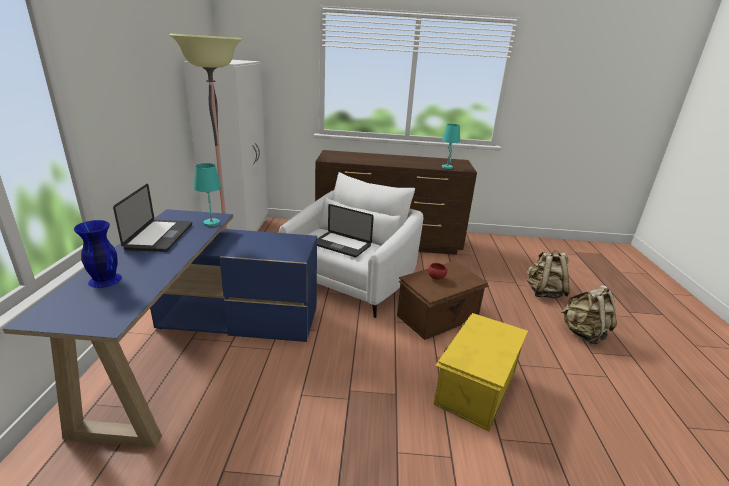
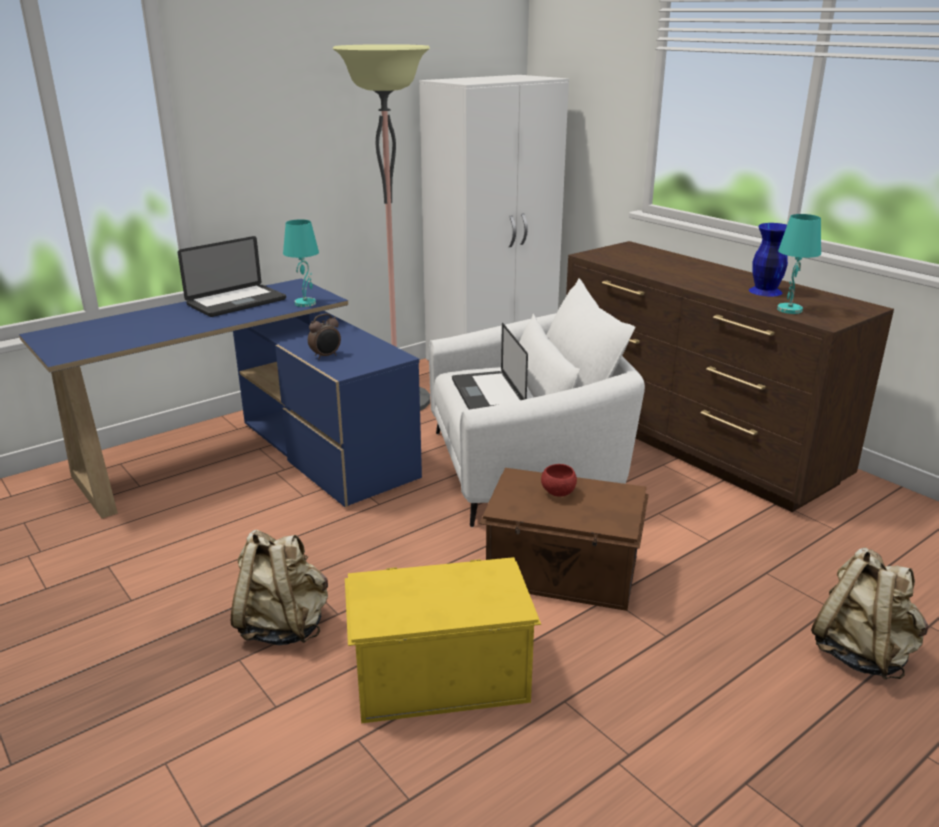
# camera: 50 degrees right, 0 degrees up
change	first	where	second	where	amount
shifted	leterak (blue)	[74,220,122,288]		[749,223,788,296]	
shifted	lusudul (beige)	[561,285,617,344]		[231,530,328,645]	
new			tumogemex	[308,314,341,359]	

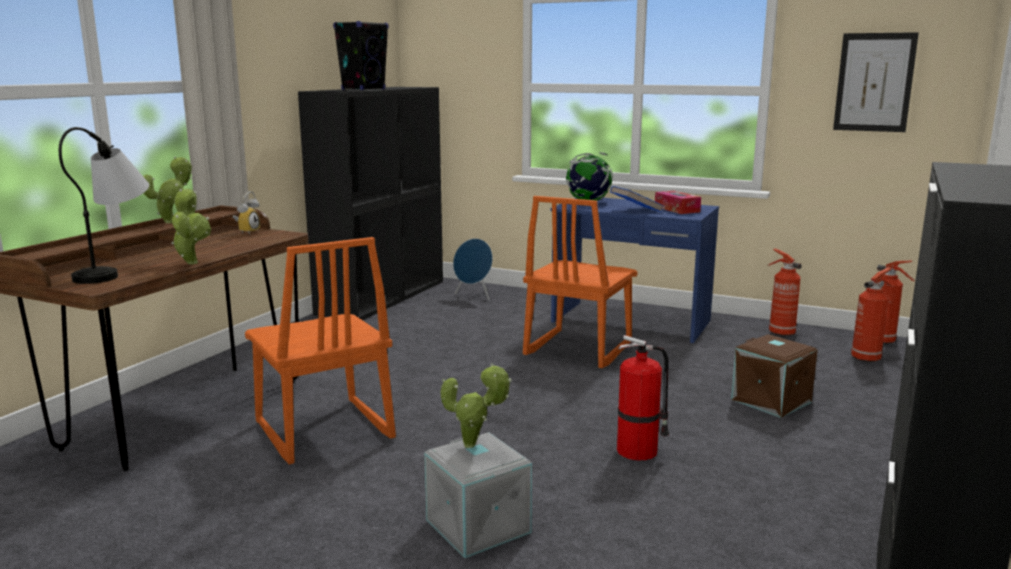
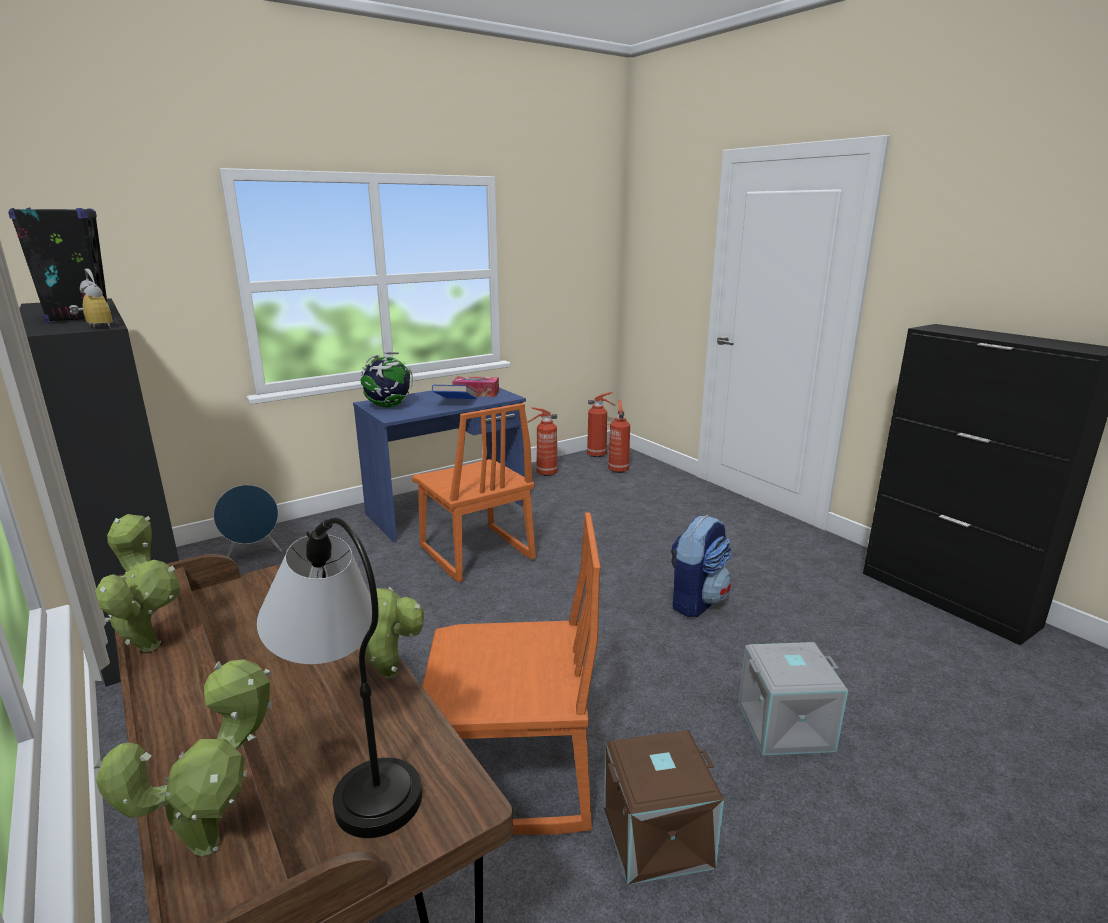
# camera: 60 degrees left, 5 degrees up
change	first	where	second	where	amount
shifted	tumogemex	[232,191,260,234]		[69,269,113,329]	
shifted	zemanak	[441,363,512,448]		[94,659,272,856]	
swapped	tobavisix	[617,335,669,460]	lusudul	[670,515,731,617]	
shifted	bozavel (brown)	[731,334,817,418]		[604,730,724,885]	
gone	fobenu	[833,32,919,132]			

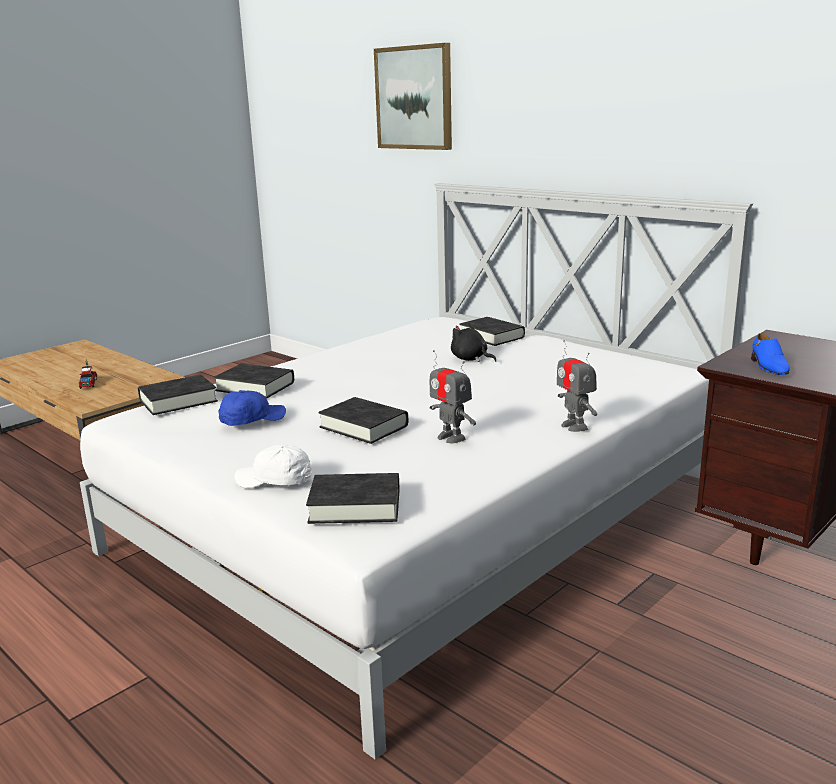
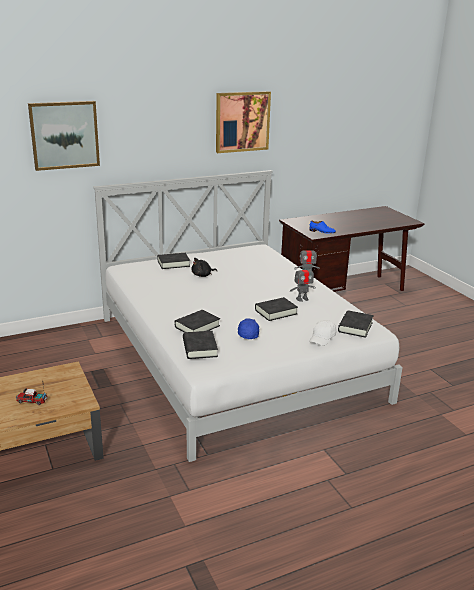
# camera: 70 degrees left, 5 degrees up
change	first	where	second	where	amount
new			fobenu	[216,91,271,153]	

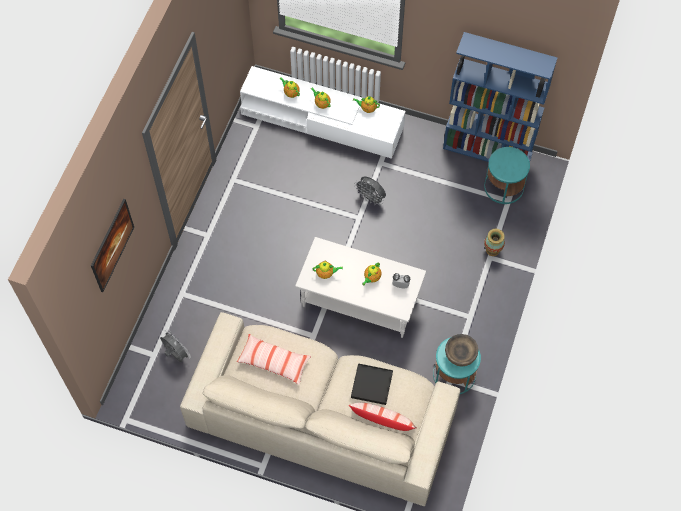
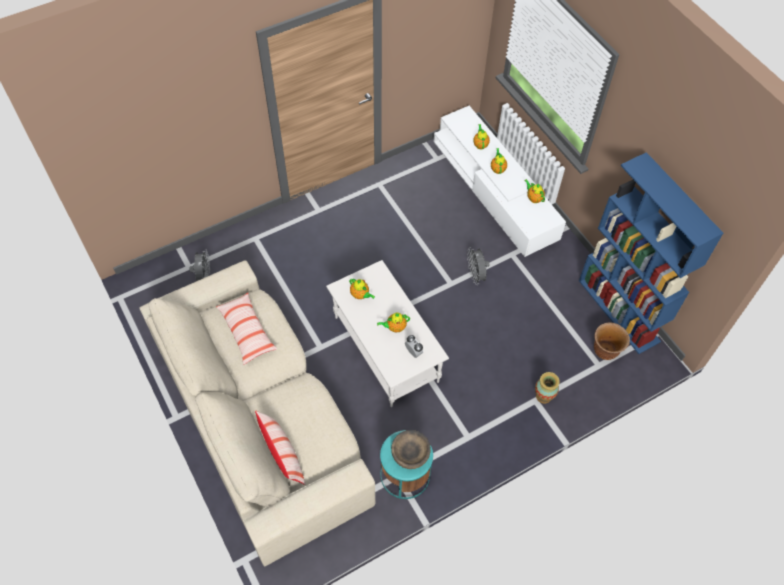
# camera: 40 degrees right, 5 degrees down
change	first	where	second	where	amount
gone	fobenu	[91,199,134,292]			
gone	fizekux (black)	[351,363,393,405]			
swapped	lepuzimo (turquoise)	[484,147,530,204]	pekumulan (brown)	[594,323,630,360]	

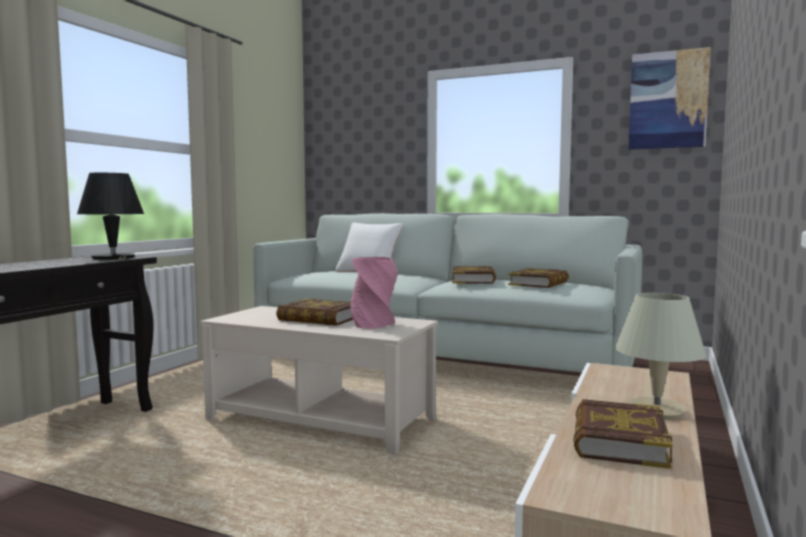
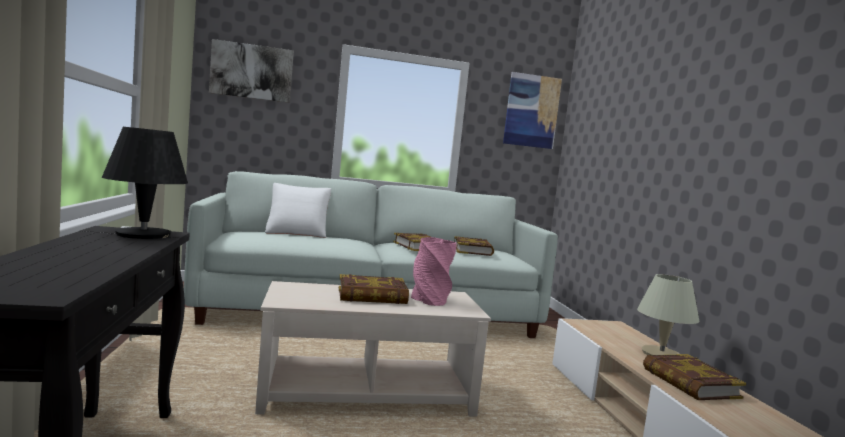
# camera: 35 degrees left, 0 degrees up
change	first	where	second	where	amount
new			fobenu	[209,39,294,103]	

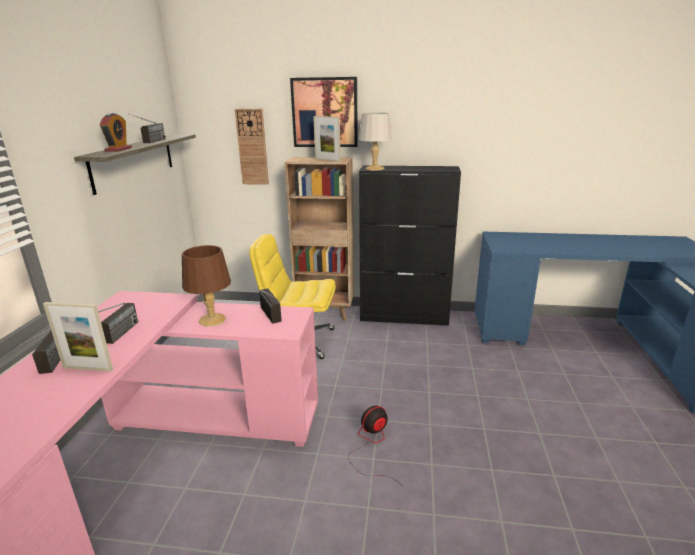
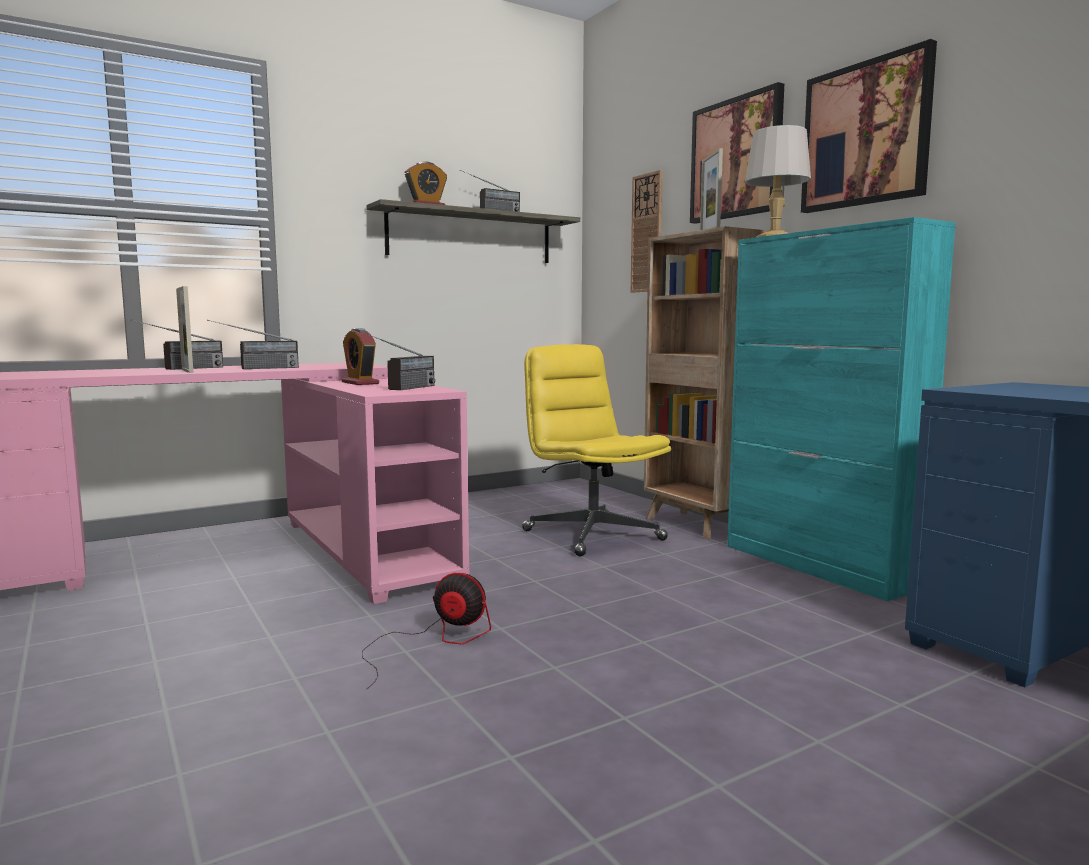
# camera: 50 degrees right, 15 degrees down
change	first	where	second	where	amount
swapped	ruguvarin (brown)	[182,245,231,327]	tumogemex	[342,328,379,385]	
repainted	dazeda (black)	[359,166,461,326]	dazeda (turquoise)	[727,217,956,601]	
new			fobenu	[801,39,937,213]	

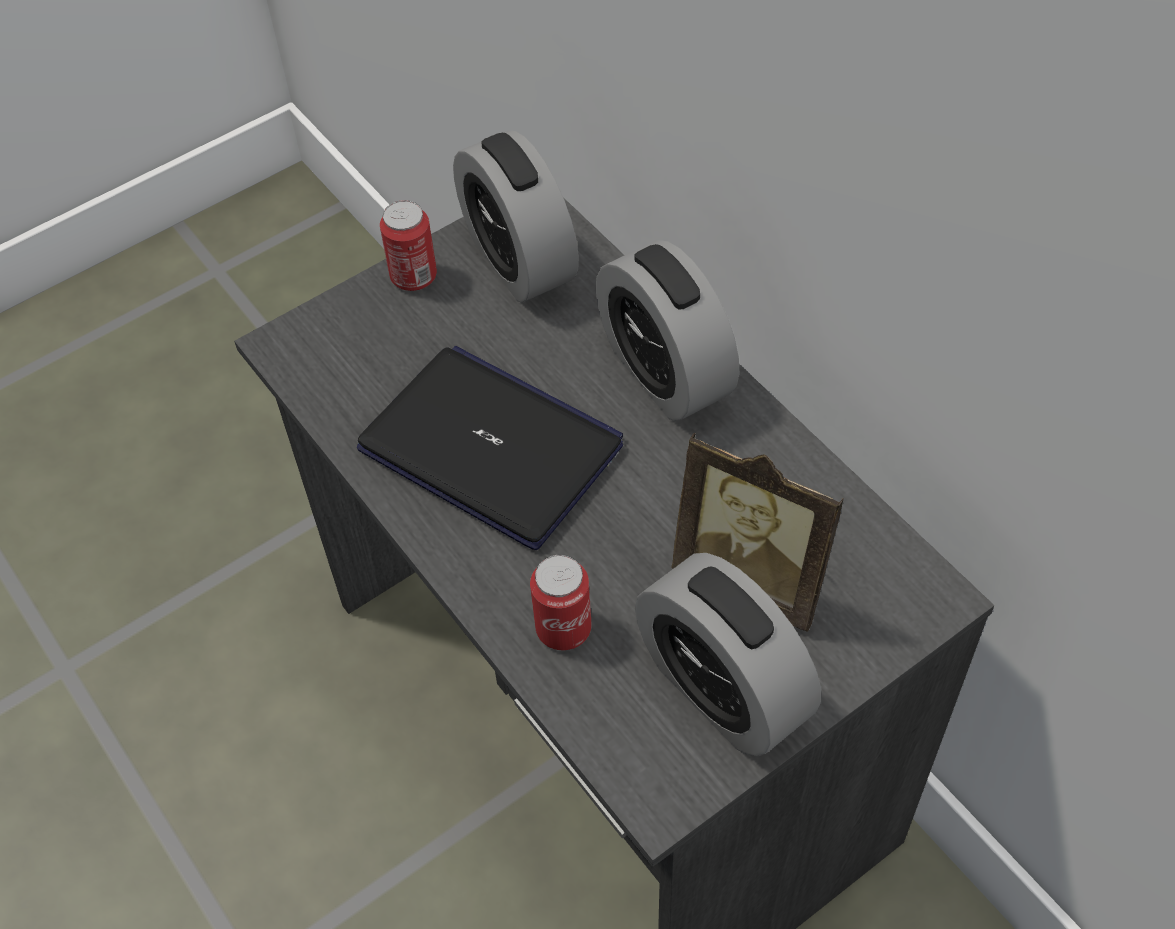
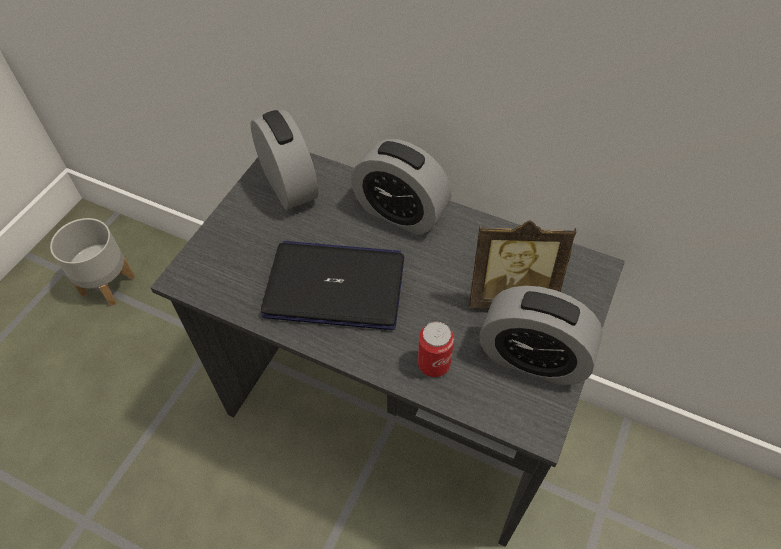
# camera: 30 degrees left, 0 degrees up
change	first	where	second	where	amount
gone	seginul	[380,200,437,291]			
rotated	tumogemex	[453,131,579,303]		[251,110,319,210]	150 degrees counterclockwise
new			pekumulan (grey)	[50,218,135,306]	

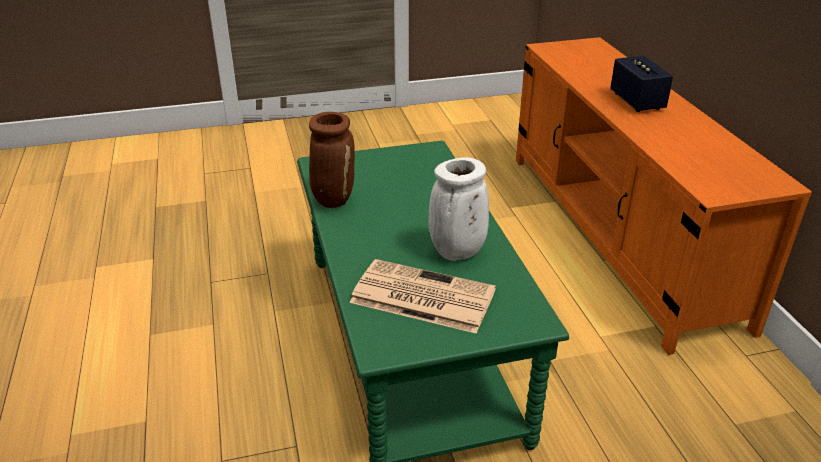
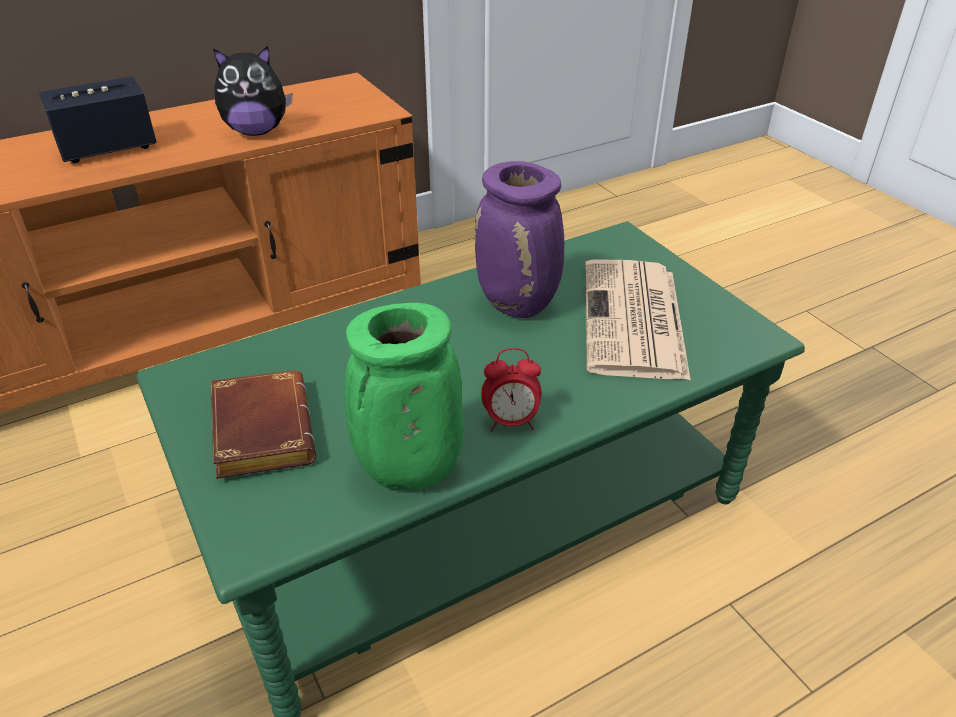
# camera: 105 degrees left, 5 degrees up
change	first	where	second	where	amount
repainted	leterak (brown)	[309,112,355,208]	leterak (green)	[344,303,464,490]	
repainted	leterak (white)	[429,157,489,261]	leterak (purple)	[475,161,564,318]	
new			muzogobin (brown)	[211,370,316,479]	
new			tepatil	[213,46,292,136]	
new			tumogemex	[481,348,541,431]	

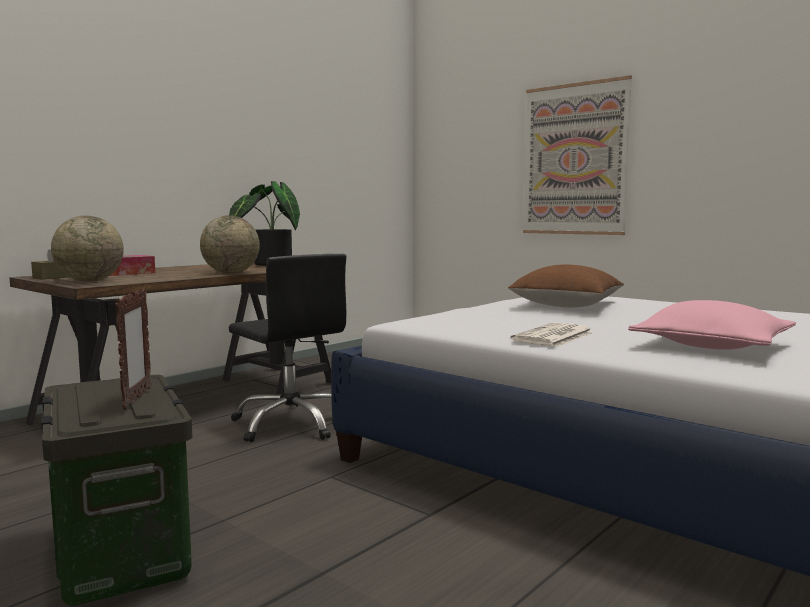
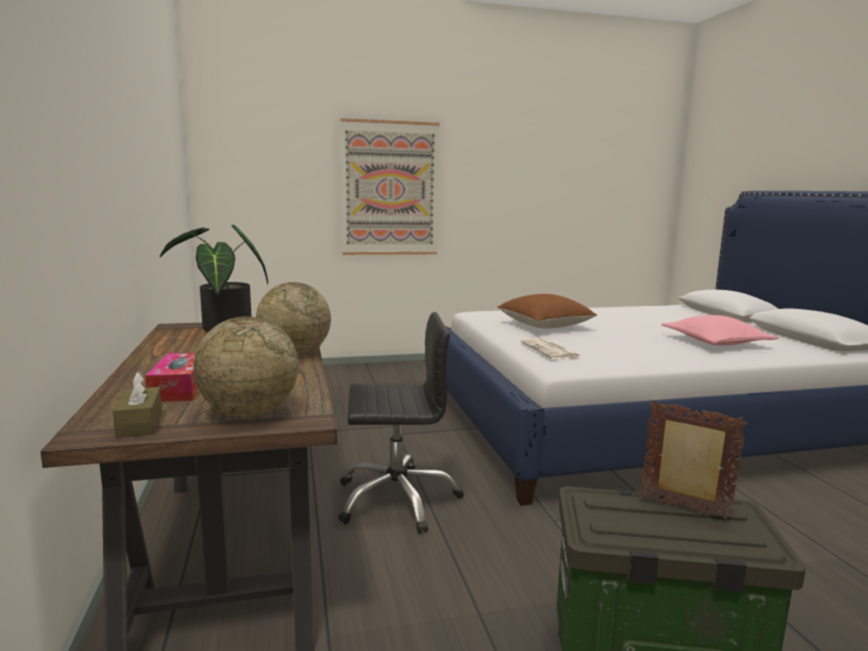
# camera: 55 degrees left, 5 degrees up
change	first	where	second	where	amount
shifted	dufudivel	[511,322,594,347]		[521,338,580,359]	

